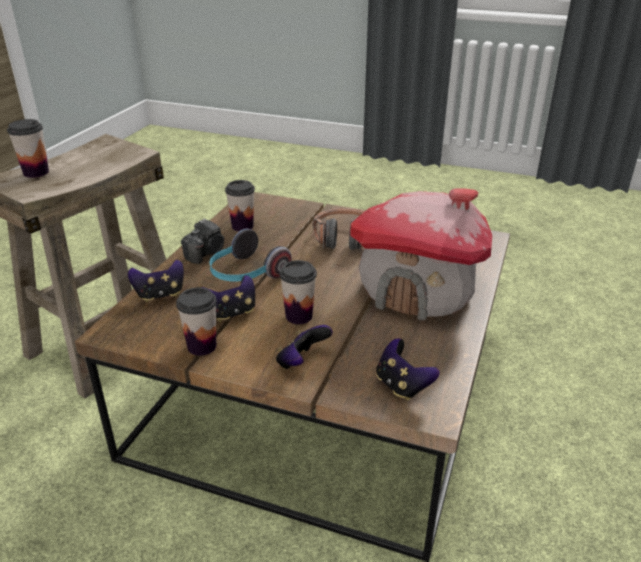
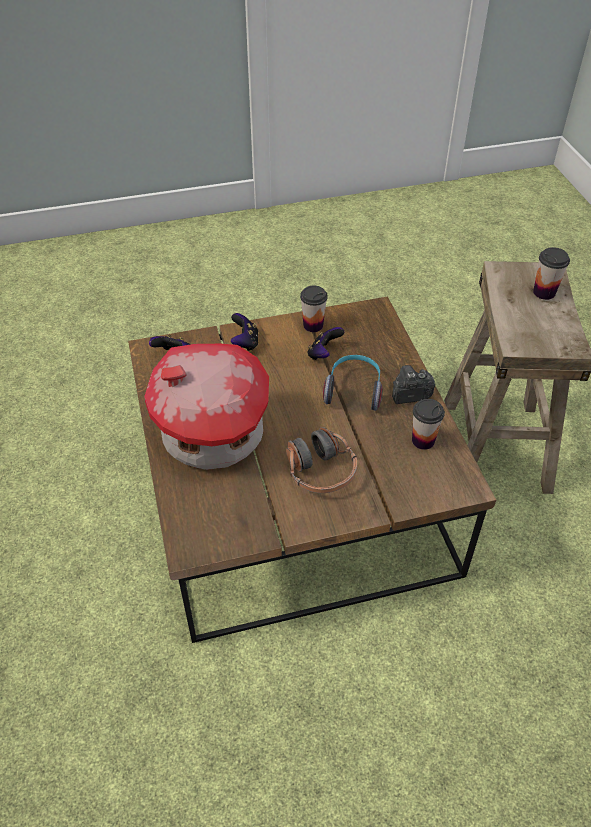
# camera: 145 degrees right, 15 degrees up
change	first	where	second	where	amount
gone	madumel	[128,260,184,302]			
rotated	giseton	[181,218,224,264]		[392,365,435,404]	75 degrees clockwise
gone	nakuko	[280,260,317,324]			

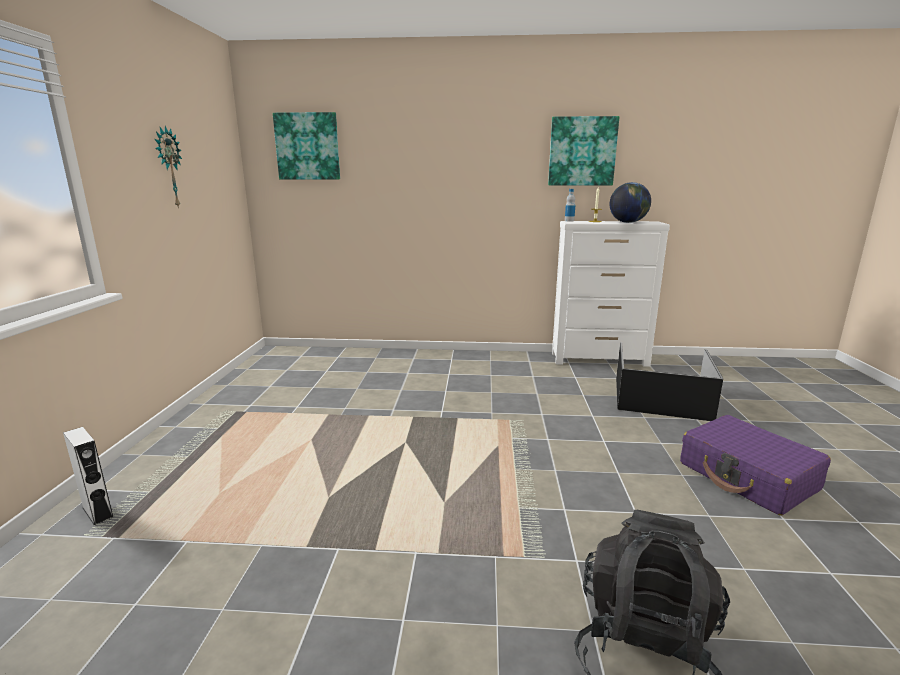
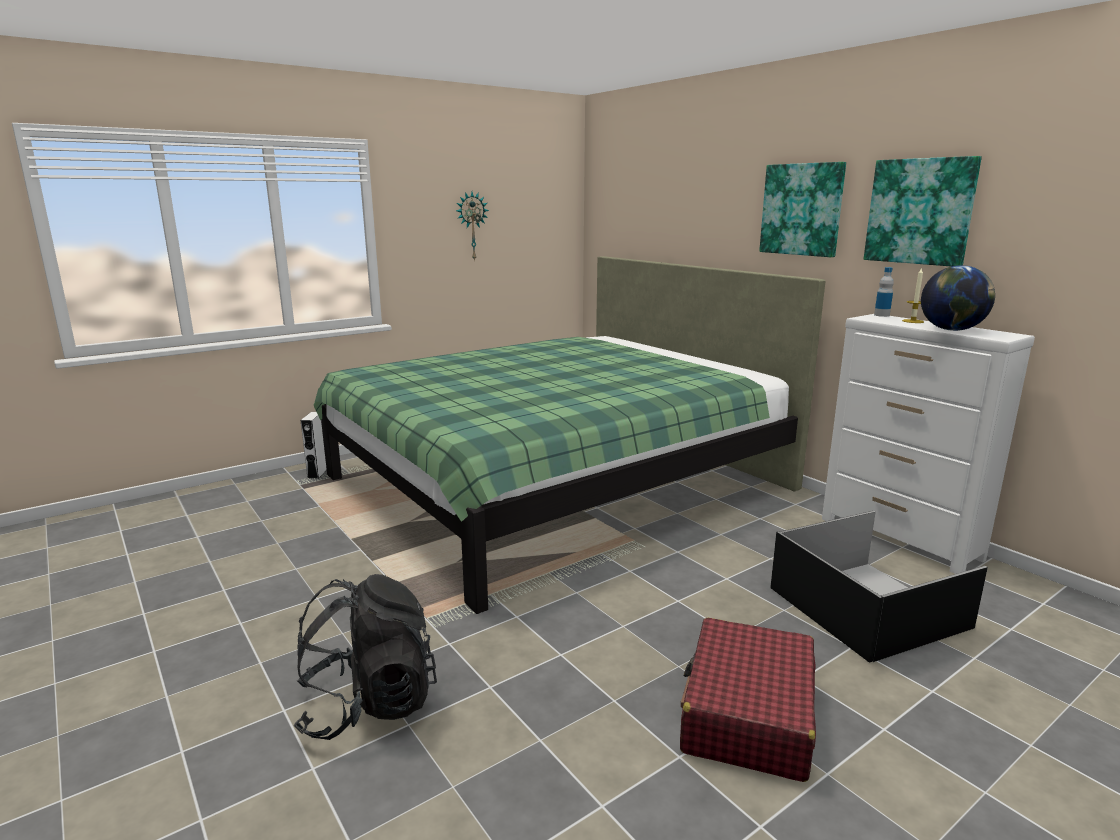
# camera: 50 degrees right, 0 degrees up
change	first	where	second	where	amount
shifted	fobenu	[273,112,340,179]		[759,162,846,257]	
repainted	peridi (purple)	[680,415,831,516]	peridi (red)	[680,618,816,782]	
new			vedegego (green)	[314,256,826,614]	

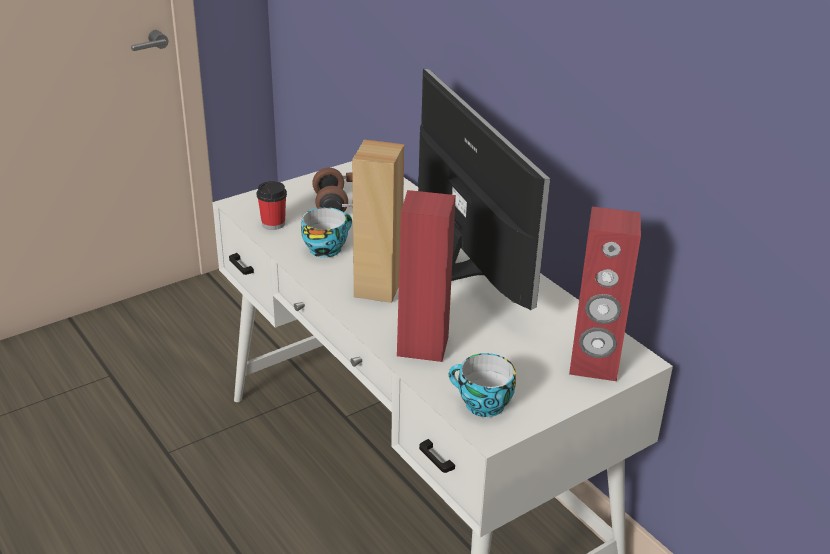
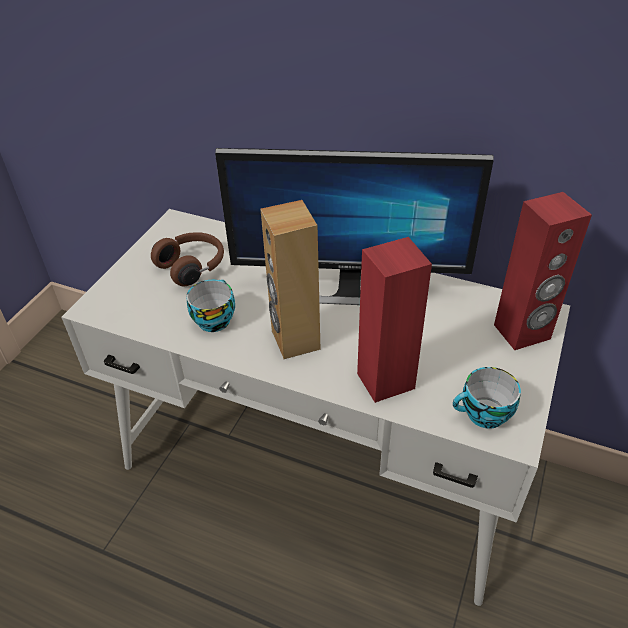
# camera: 30 degrees left, 10 degrees up
change	first	where	second	where	amount
gone	nakuko	[256,181,287,230]			
rotated	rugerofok	[418,69,550,310]		[215,148,494,305]	150 degrees clockwise

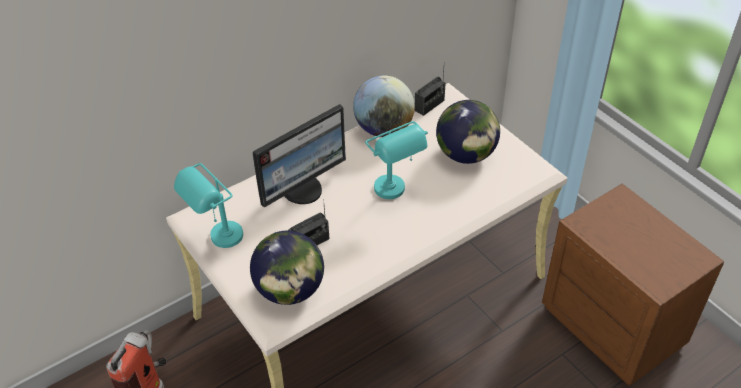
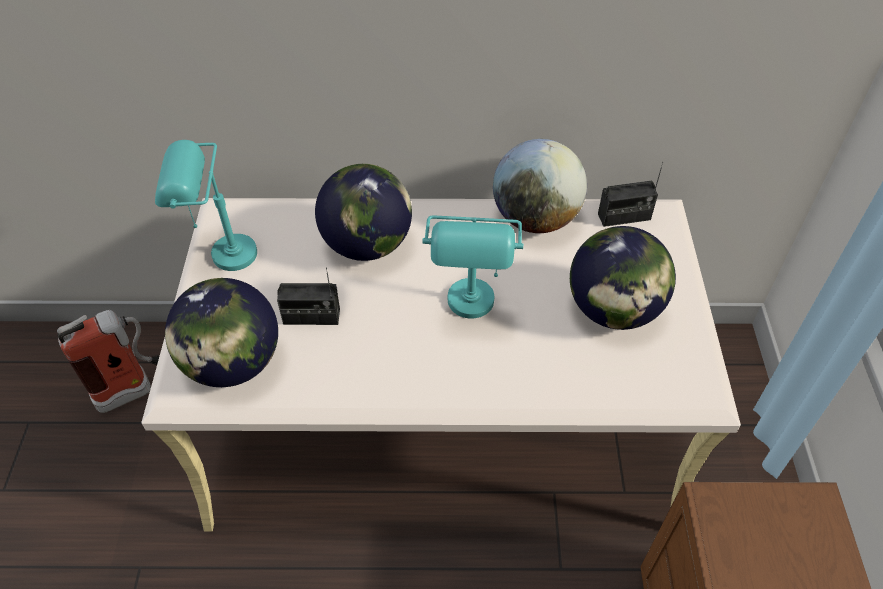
# camera: 35 degrees right, 5 degrees up
change	first	where	second	where	amount
swapped	rugerofok	[253,104,346,208]	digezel	[315,164,412,261]	

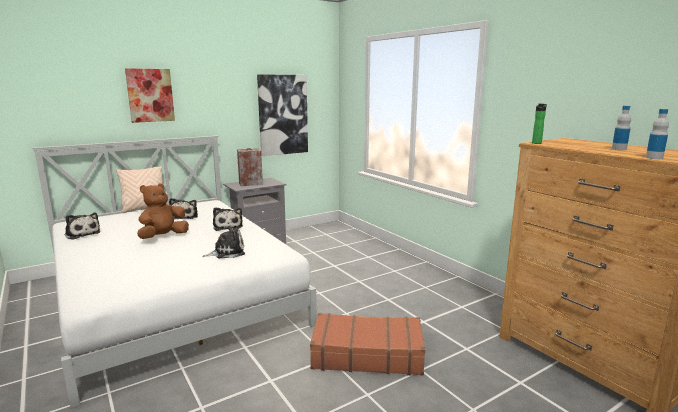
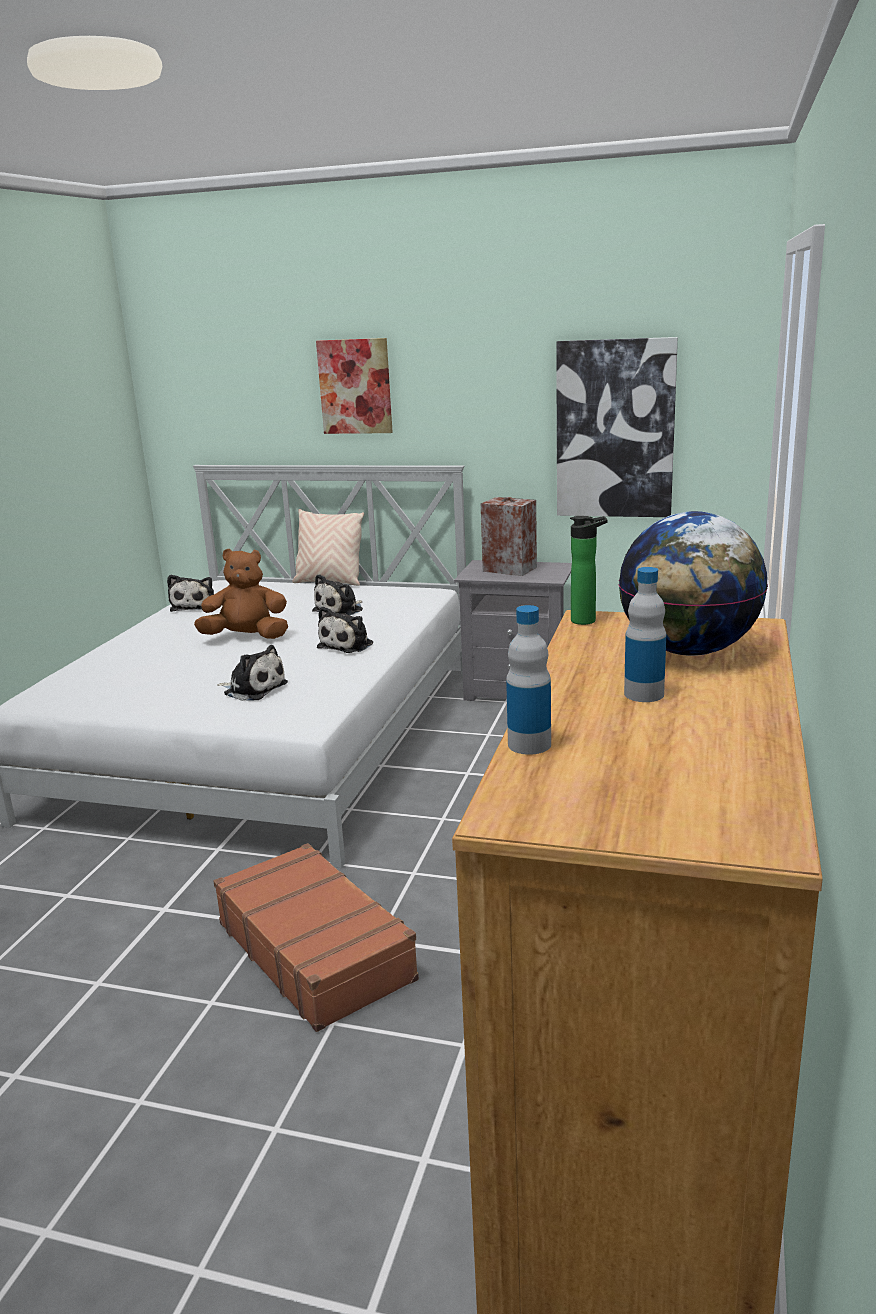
# camera: 50 degrees right, 5 degrees up
change	first	where	second	where	amount
new			digezel	[619,511,768,656]	

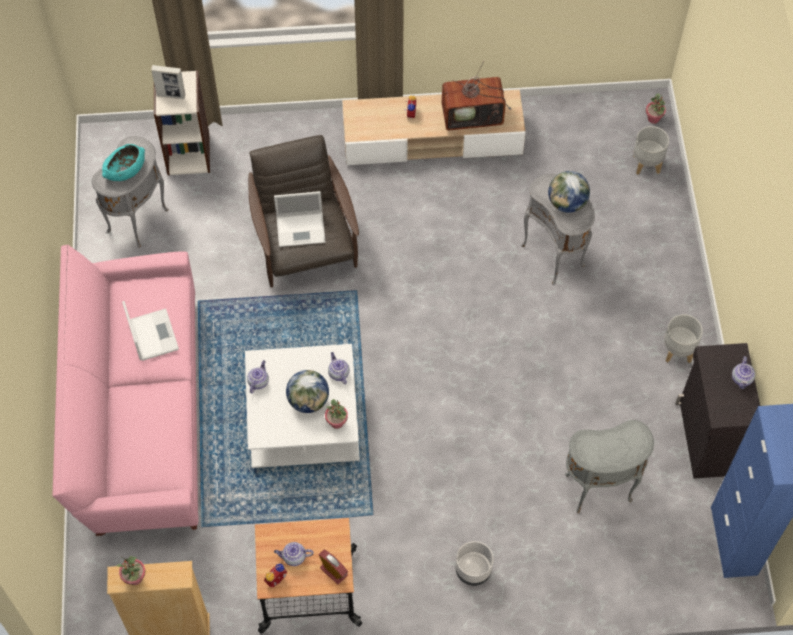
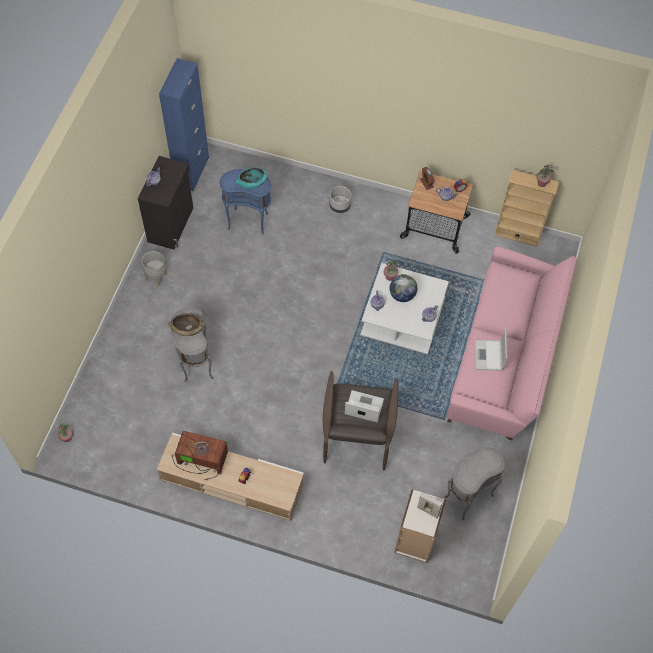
# camera: 160 degrees left, 0 degrees up
change	first	where	second	where	amount
shifted	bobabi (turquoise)	[102,144,145,181]		[236,167,268,189]	
swapped	digezel	[548,171,590,213]	bobabi (brown)	[168,313,205,336]	
repainted	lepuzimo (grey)	[565,420,654,513]	lepuzimo (blue)	[220,169,271,234]	
gone	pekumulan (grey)	[634,126,669,175]			

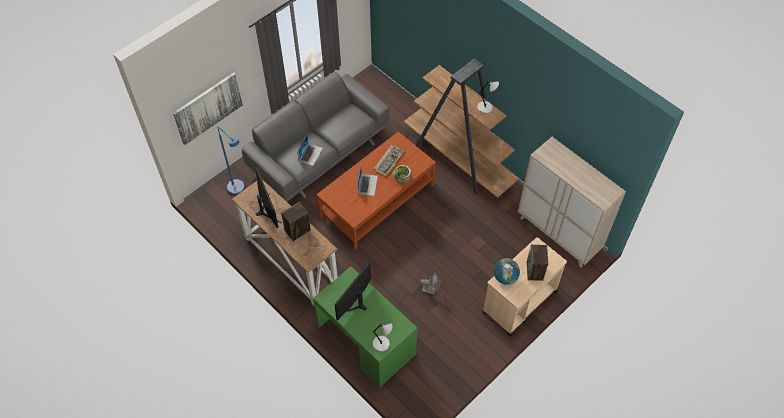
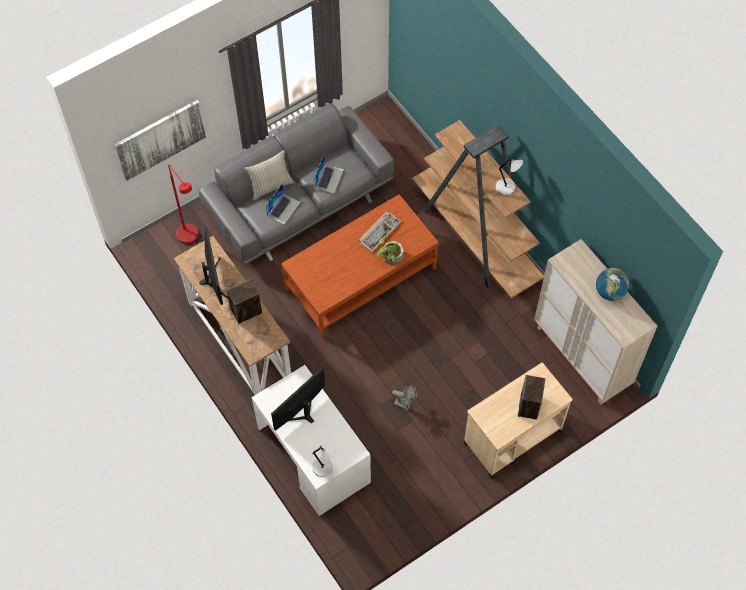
# camera: 10 degrees right, 5 degrees up
change	first	where	second	where	amount
repainted	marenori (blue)	[217,127,245,195]	marenori (red)	[168,165,199,244]	
repainted	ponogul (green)	[313,266,417,387]	ponogul (white)	[252,365,371,516]	
shifted	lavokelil	[357,168,378,196]		[314,155,344,193]	
shifted	digezel	[494,258,520,285]		[596,268,629,301]	
new			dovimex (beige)	[244,150,294,200]	

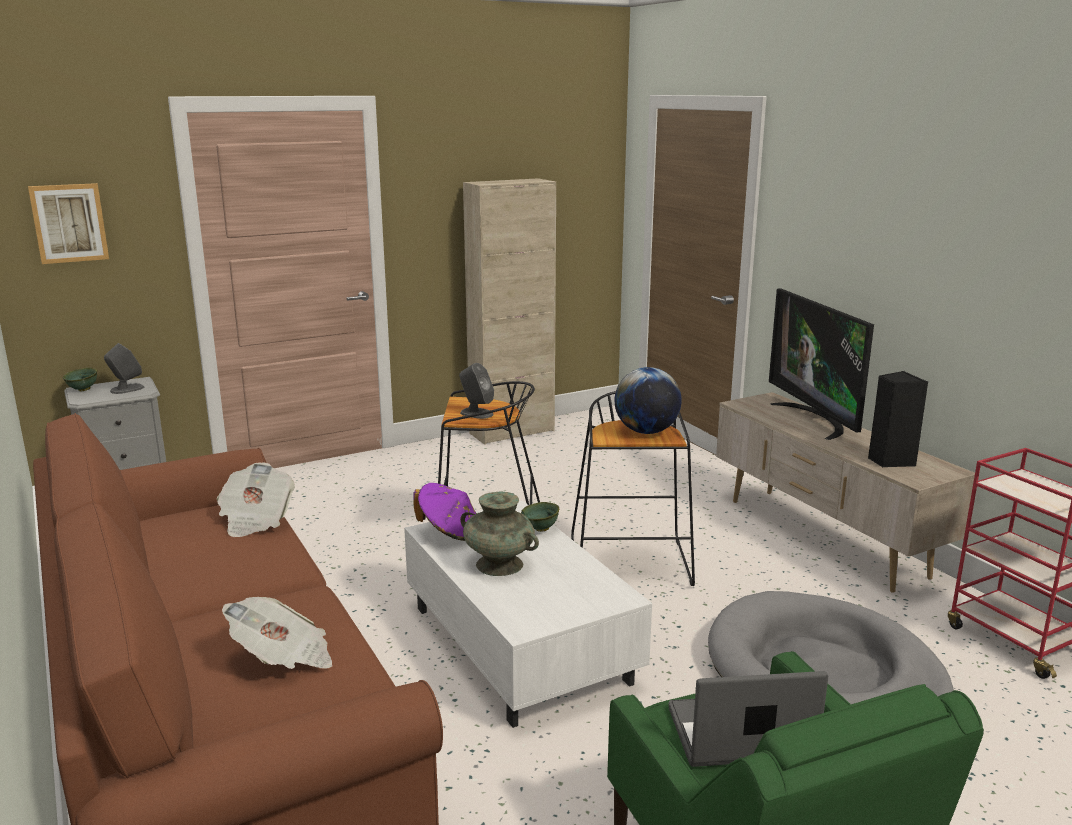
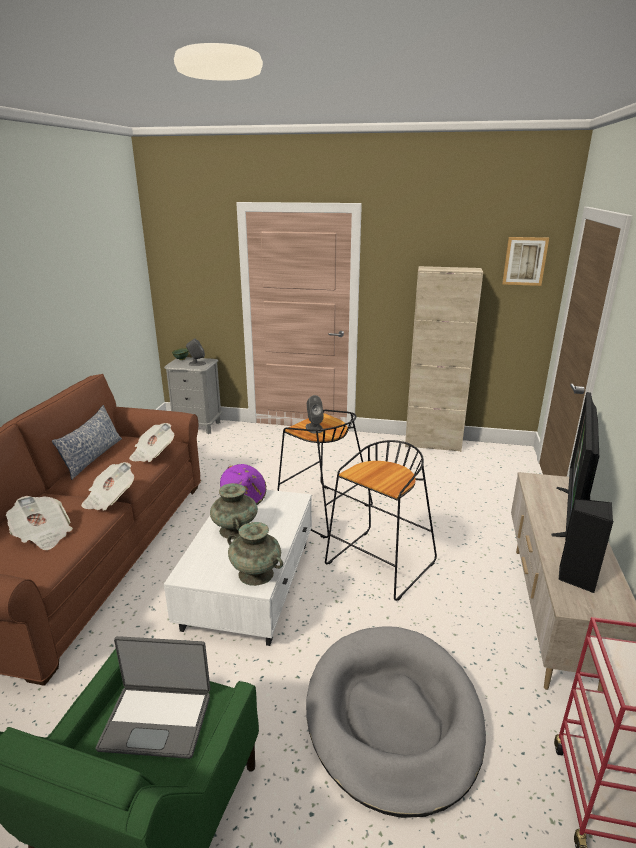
# camera: 40 degrees right, 5 degrees up
change	first	where	second	where	amount
shifted	fobenu	[28,183,109,264]		[502,237,549,286]	
gone	bobabi (green)	[521,502,559,532]			
gone	digezel	[615,367,682,434]			
rotated	lavokelil	[669,671,828,767]		[96,636,210,759]	150 degrees clockwise
new			dovimex	[52,405,122,480]	
new			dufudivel	[81,462,134,511]	
new			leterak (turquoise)	[227,522,283,586]	

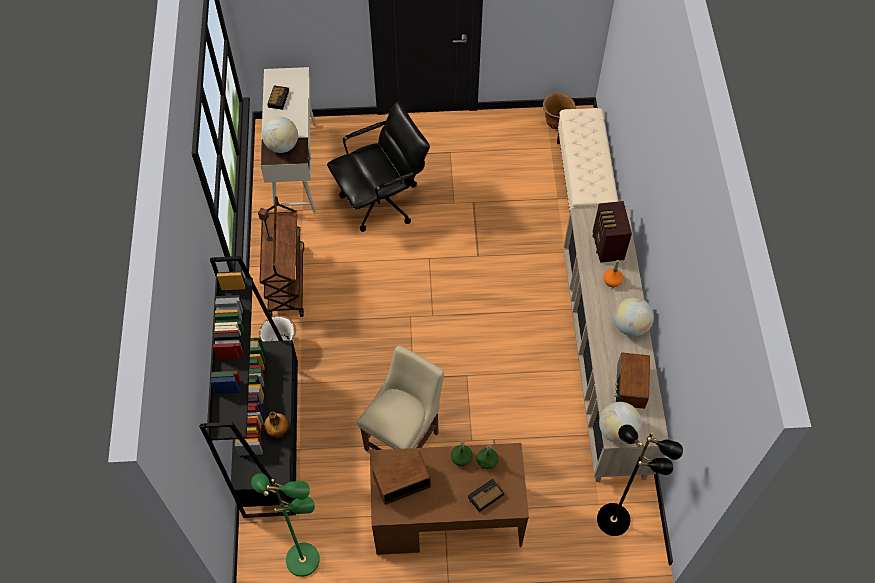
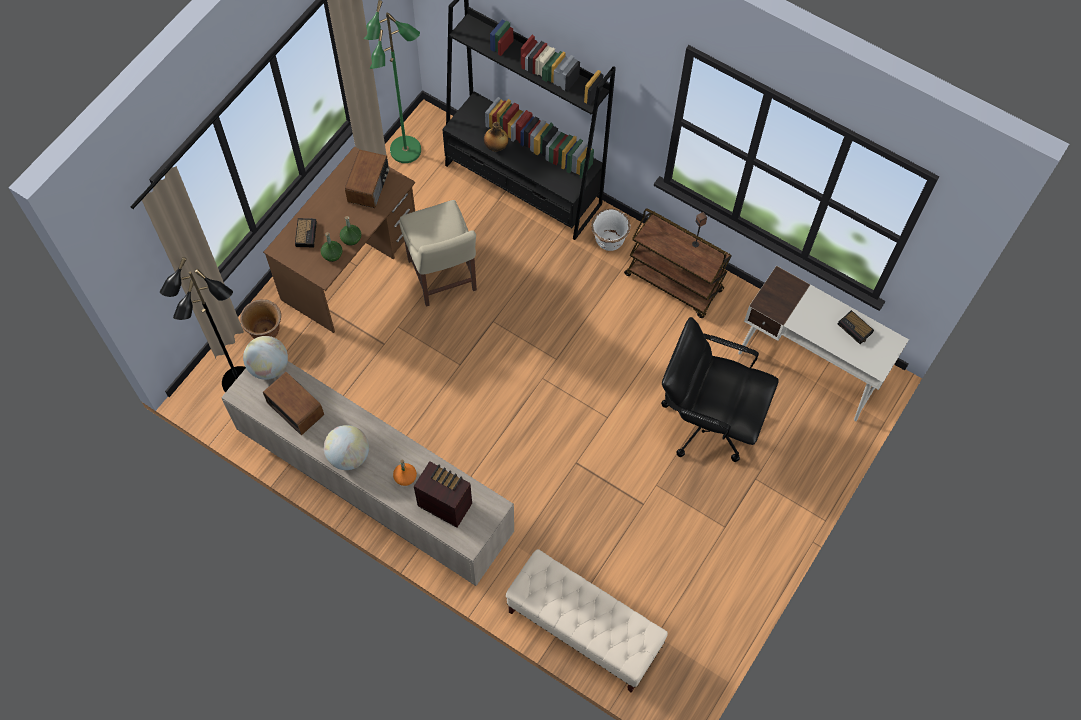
# camera: 125 degrees right, 5 degrees up
change	first	where	second	where	amount
gone	digezel	[262,117,298,153]			
rotated	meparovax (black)	[327,101,430,232]		[661,317,779,462]	105 degrees clockwise
shifted	pekumulan (brown)	[543,93,576,129]		[240,299,281,339]	

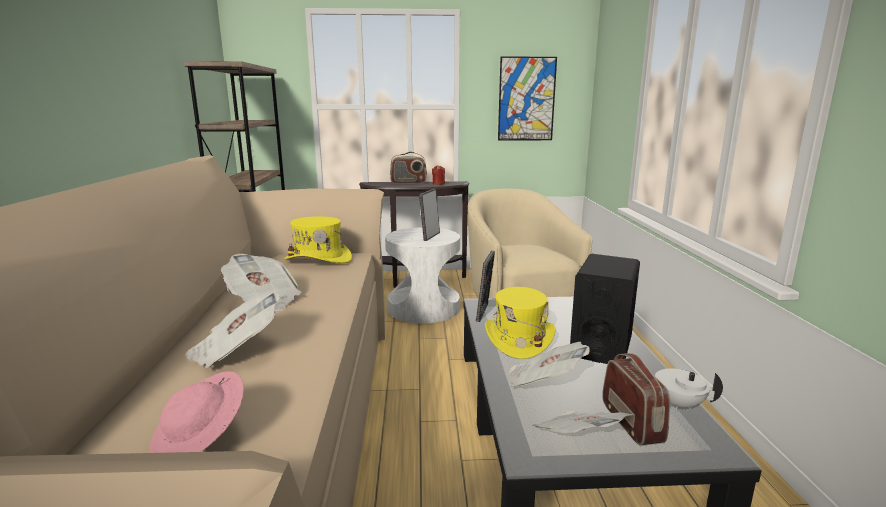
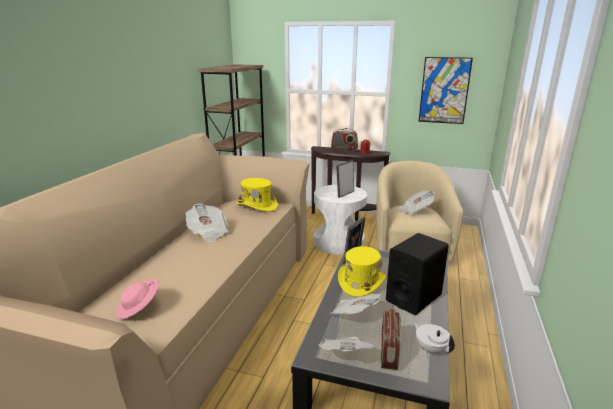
# camera: 20 degrees right, 5 degrees up
change	first	where	second	where	amount
shifted	dufudivel	[185,292,281,368]		[398,191,435,214]	

